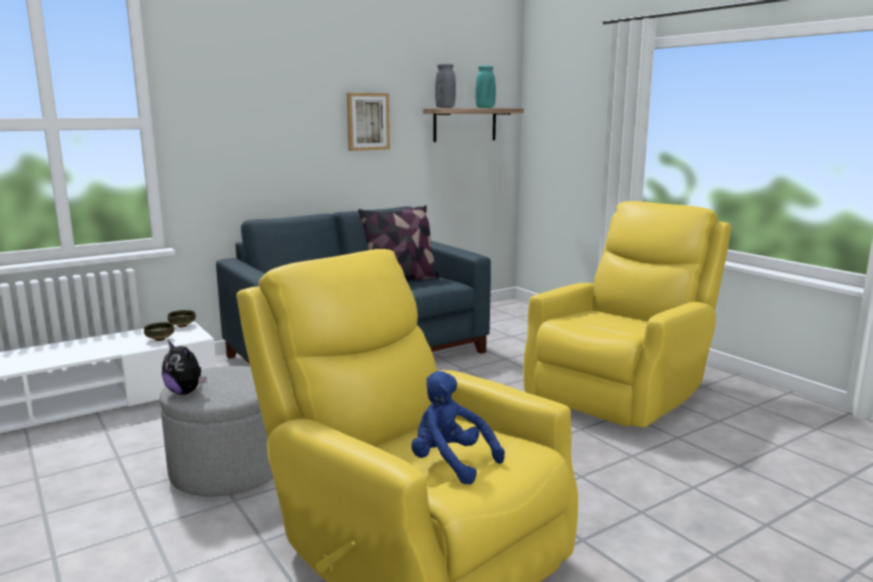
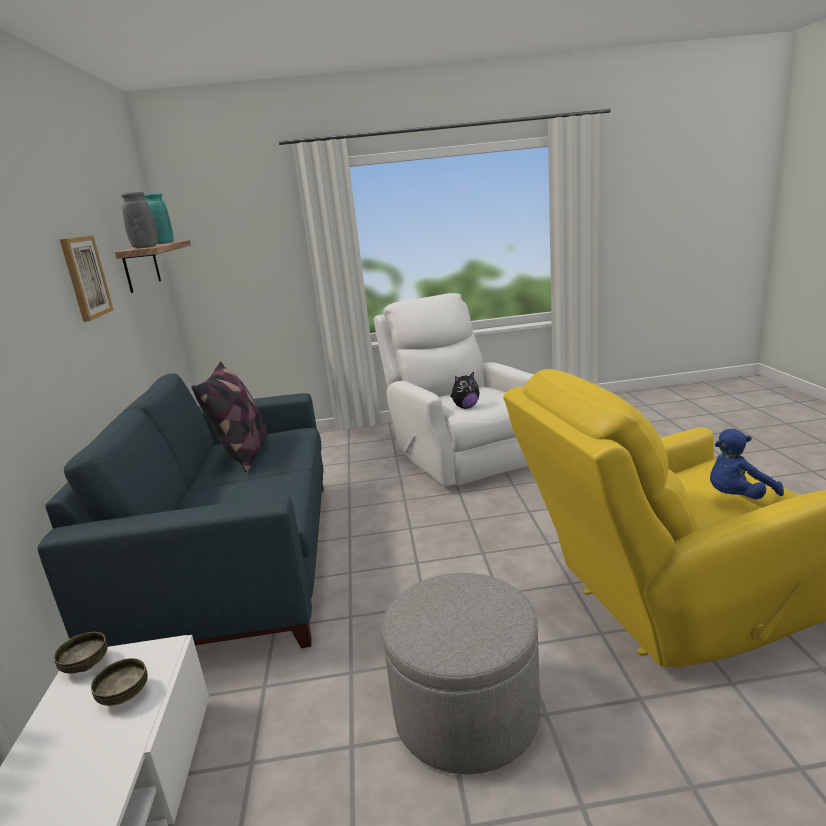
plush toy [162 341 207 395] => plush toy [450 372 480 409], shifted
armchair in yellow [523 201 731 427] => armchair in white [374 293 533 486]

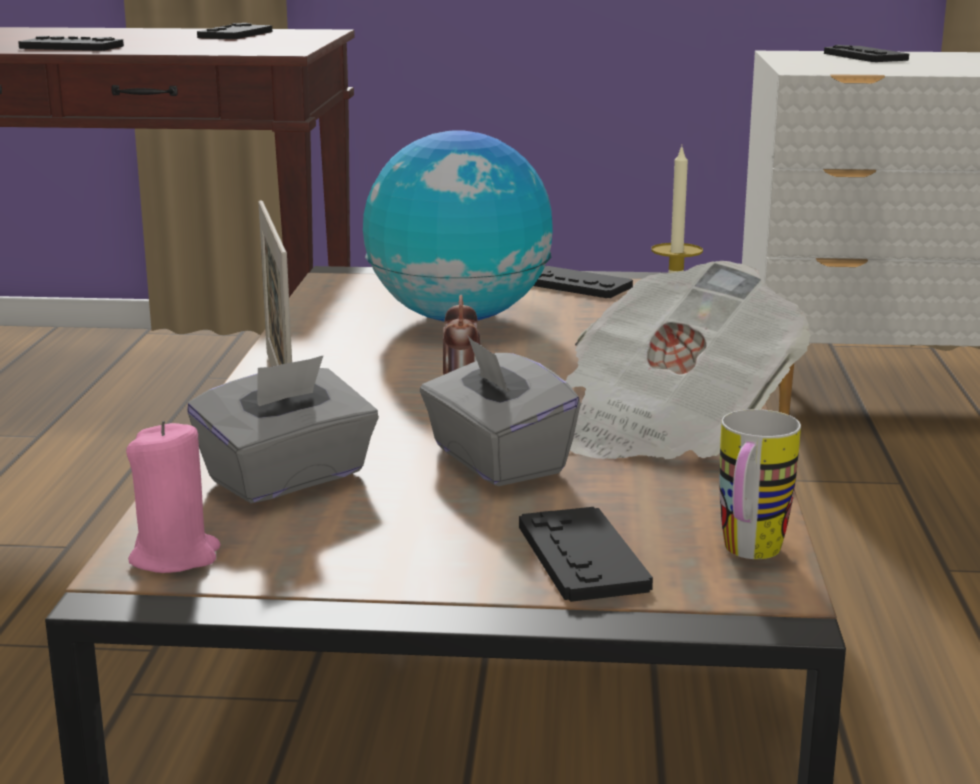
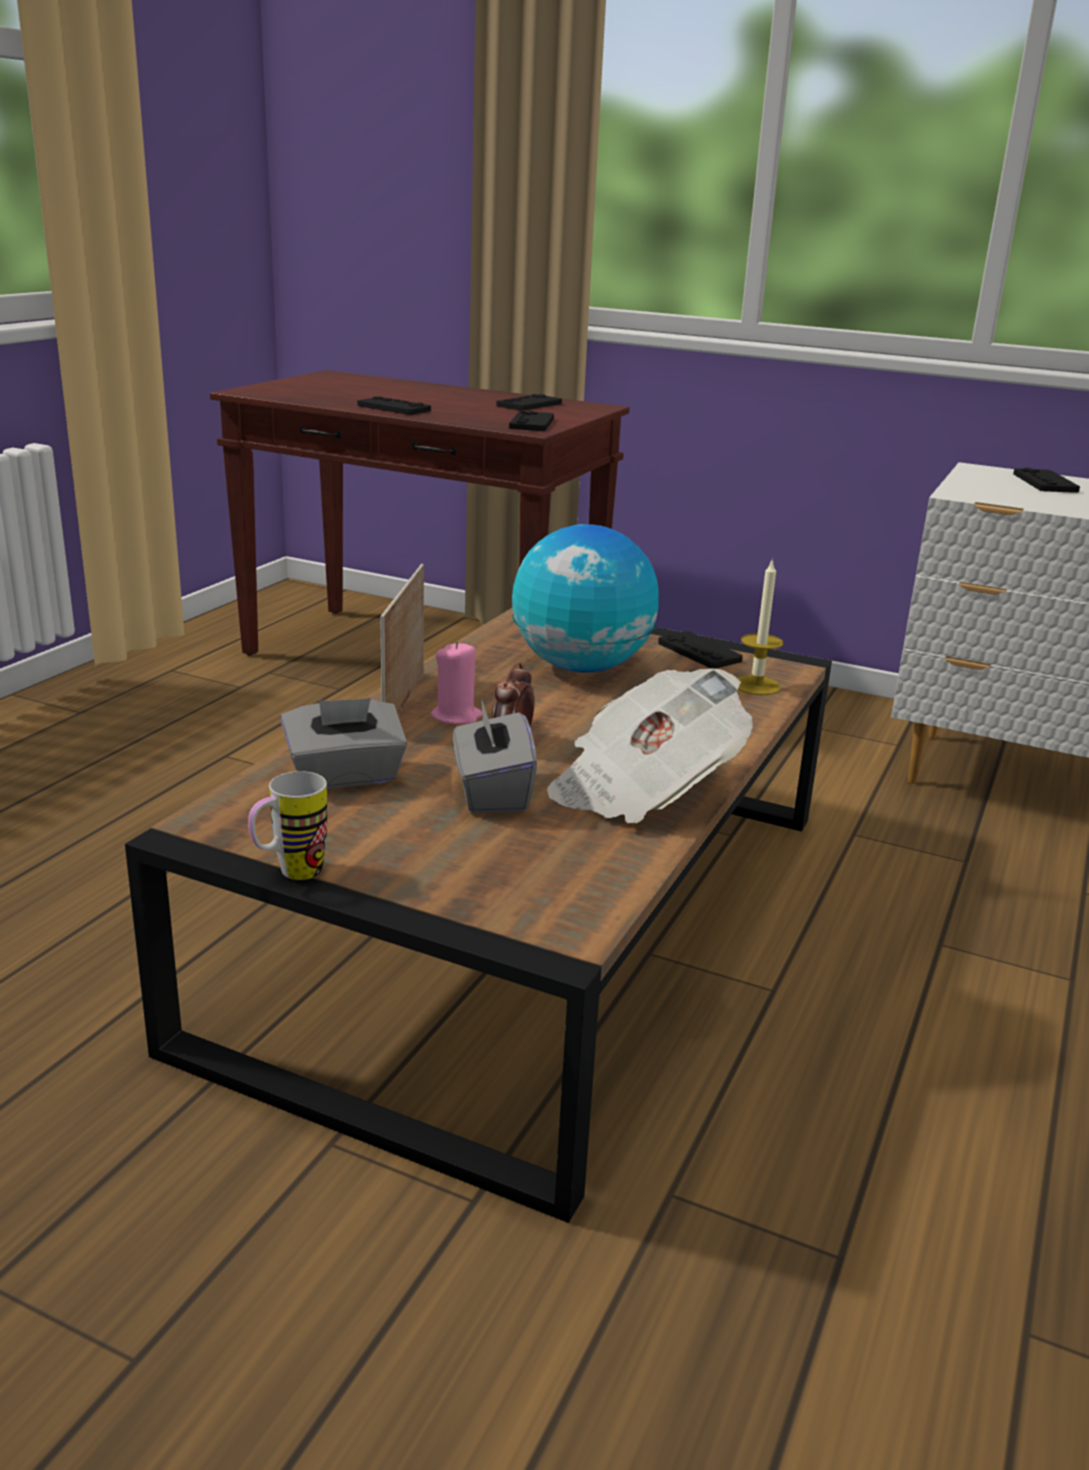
candle in pink [126 421 221 573] => candle in pink [431 641 482 724], shifted
game controller in black [519 507 653 602] => game controller in black [509 410 554 431], shifted
mug [719 409 801 559] => mug [248 771 327 880], shifted

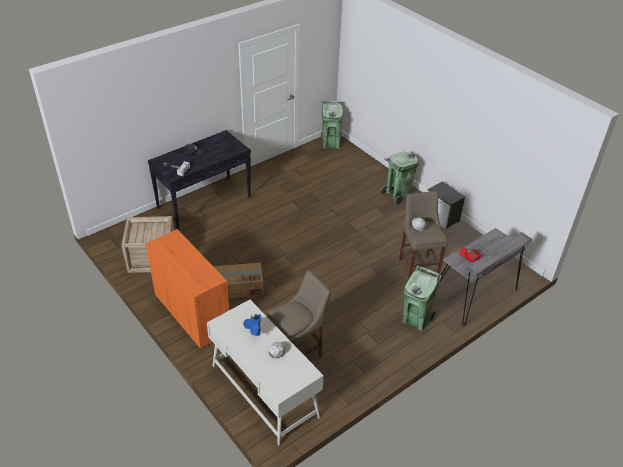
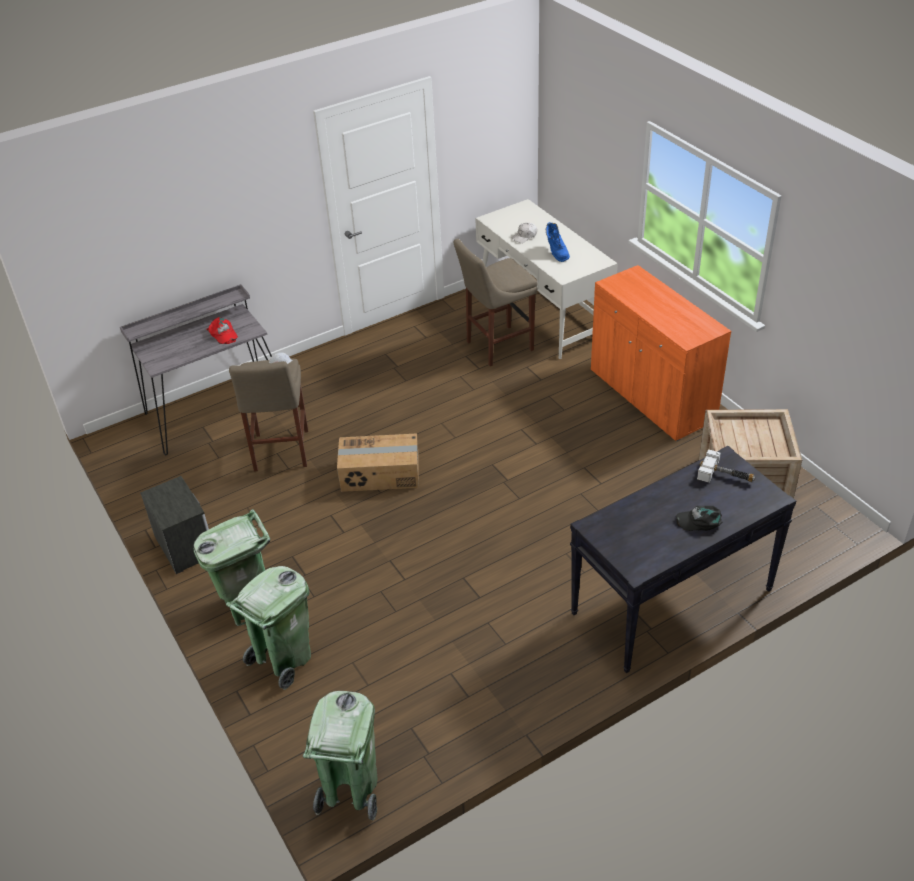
cardboard box [214 262 263 298] => cardboard box [337 433 419 492], shifted
trash can in green [402 266 442 331] => trash can in green [226 566 311 690], shifted

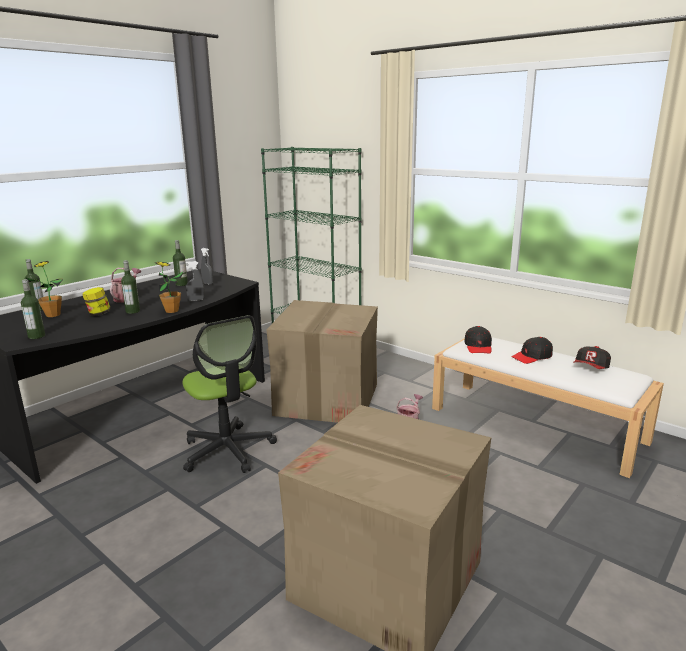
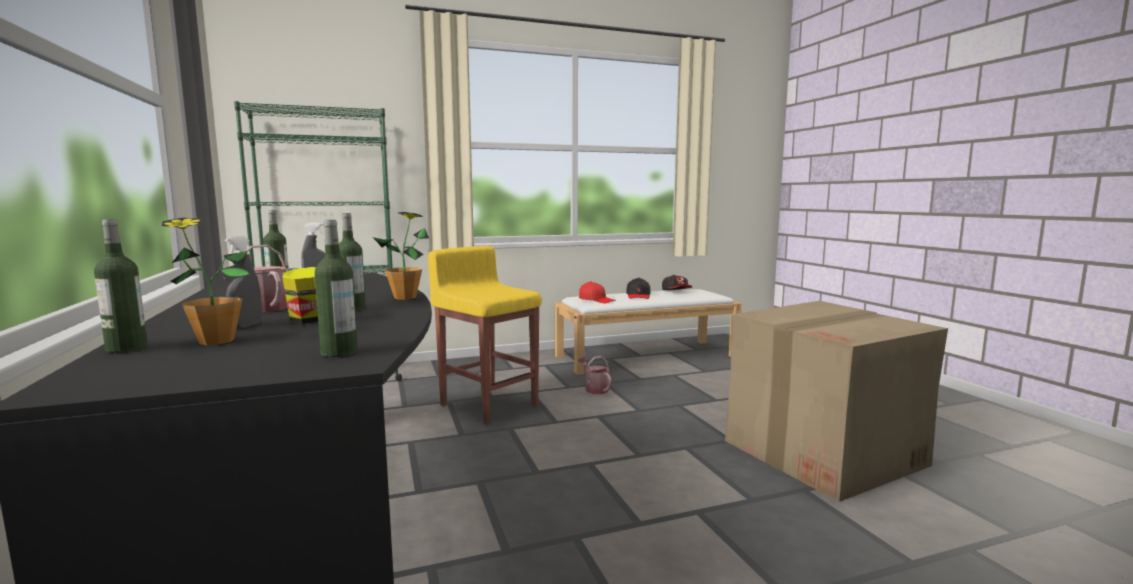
office chair [183 315 277 473] => nothing
spray bottle in grey [186 261 205 301] => spray bottle in grey [225 236 262 329], shifted
cardboard box [267 300 378 423] => stool in yellow [428 246 542 425]
cap in black [464 326 492 354] => cap in red [579 282 616 303]

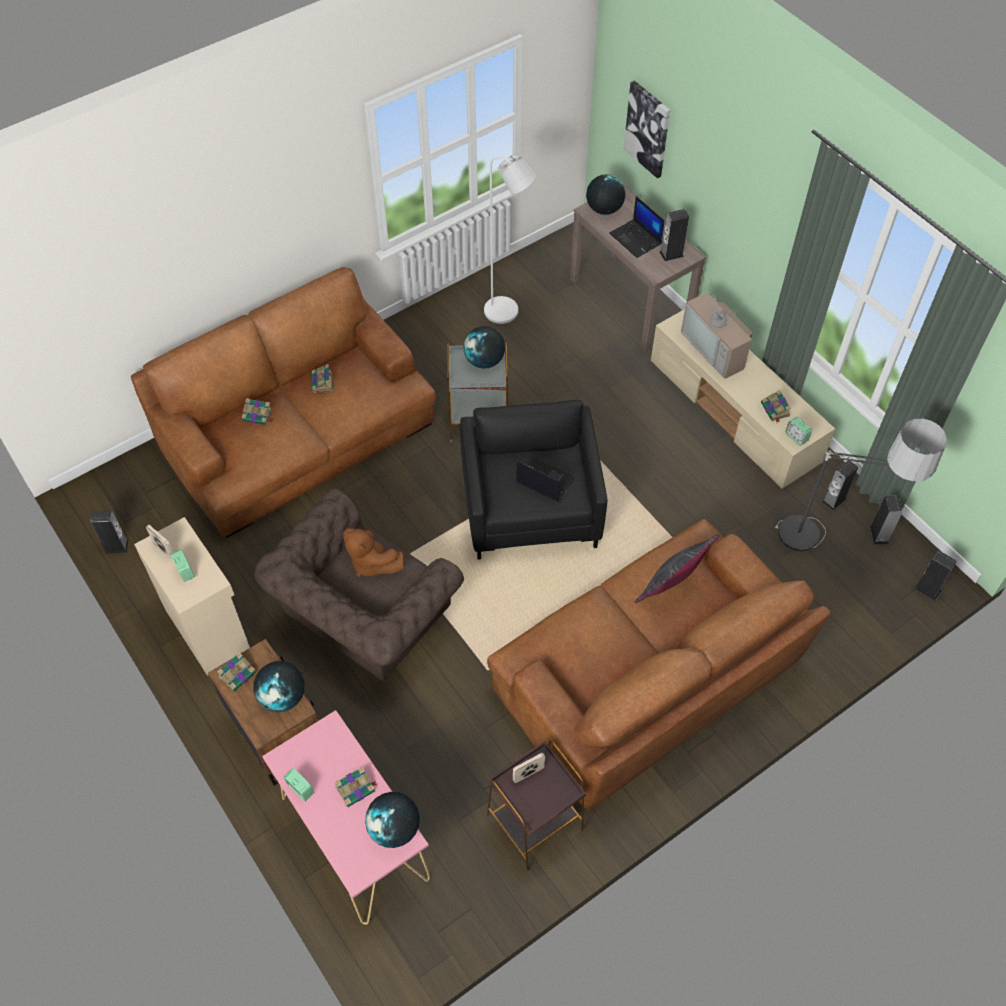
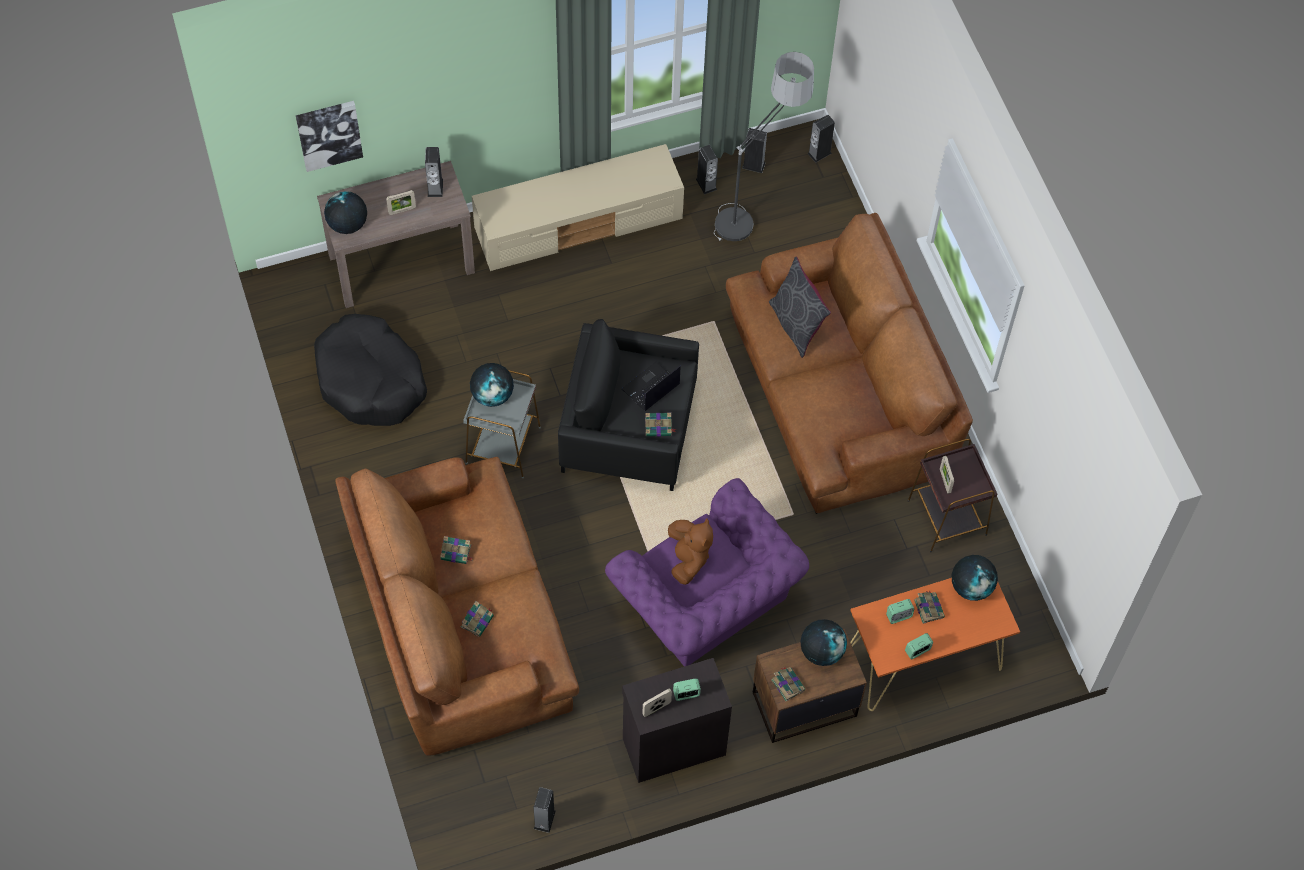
television [681 278 753 379] => nothing
book [761 390 791 423] => book [645 413 676 436], shifted
alarm clock [785 417 812 446] => alarm clock [886 599 914 624], shifted
floor lamp in white [484 153 536 324] => dog bed in black [314 314 427 426]
laptop [609 196 665 258] => picture frame [386 190 416 215]
cabinet in beige [134 517 250 676] => cabinet in black [622 658 732 783]
armchair in brown [254 489 464 681] => armchair in purple [605 478 809 667]
console table in pink [262 710 430 925] => console table in orange [850 578 1020 711]
plush toy in brown [343 528 404 577] => plush toy in brown [668 519 713 585], 60 degrees counterclockwise

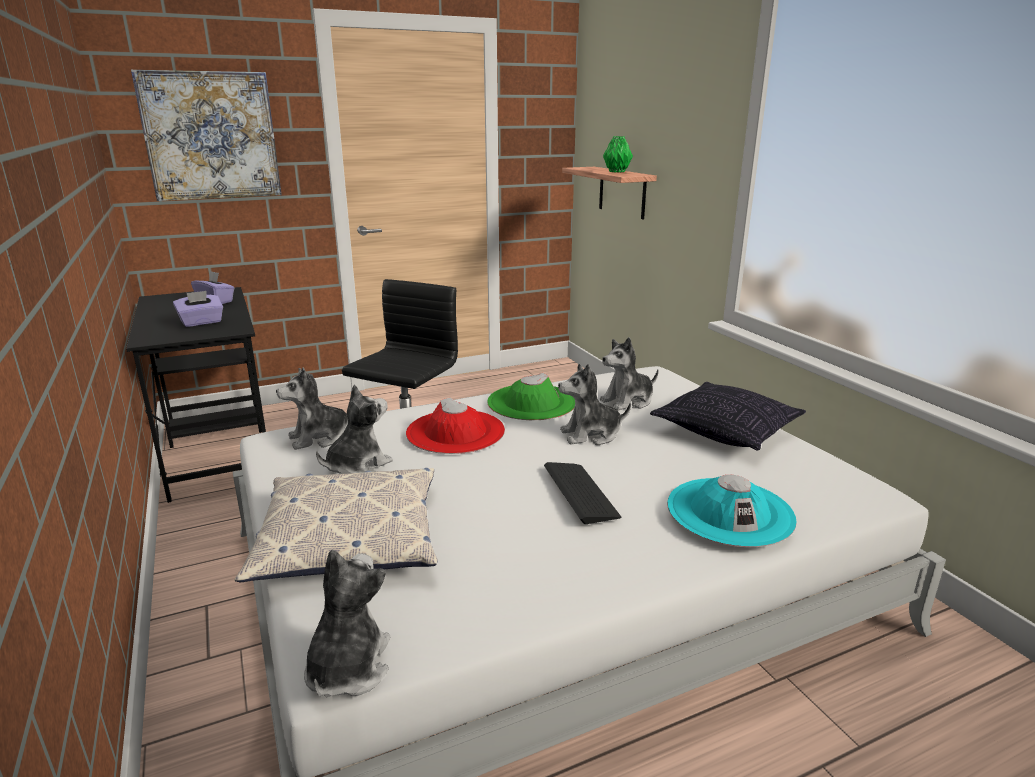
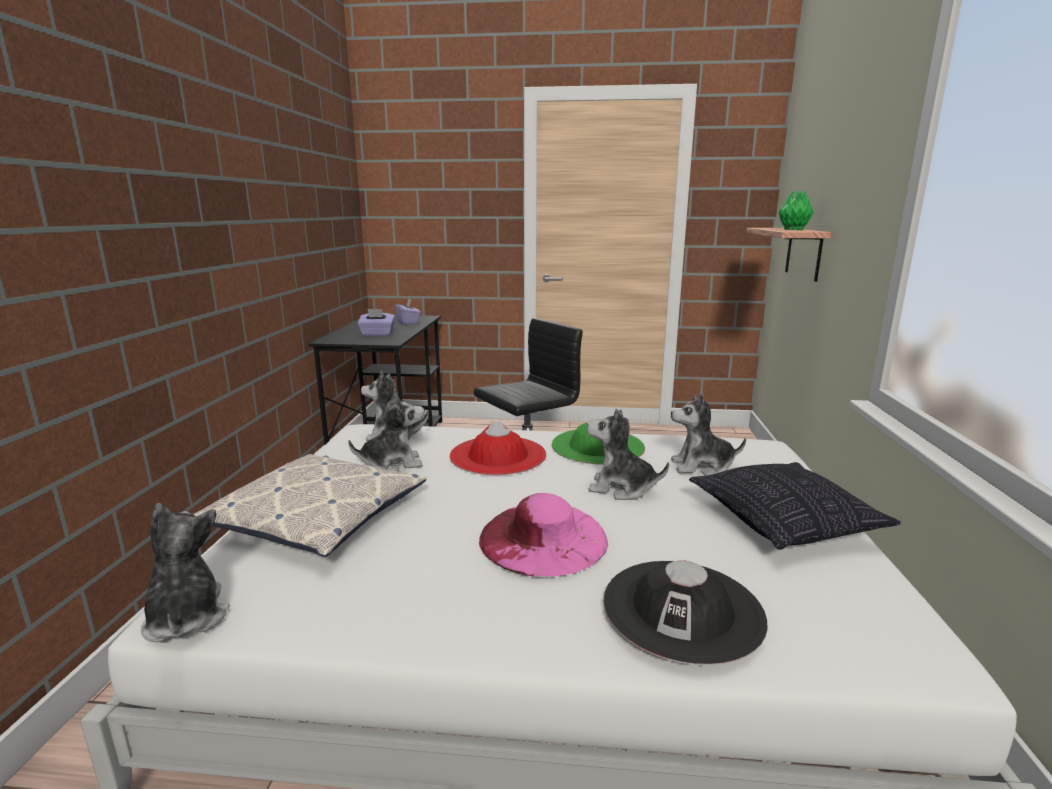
picture [131 69 282 201] => nothing
keyboard [544 462 621 524] => hat in pink [479 493 608 577]
hat in turquoise [667 475 796 547] => hat in black [604 560 768 665]
plush toy [304 550 390 697] => plush toy [141 503 230 643], 60 degrees counterclockwise

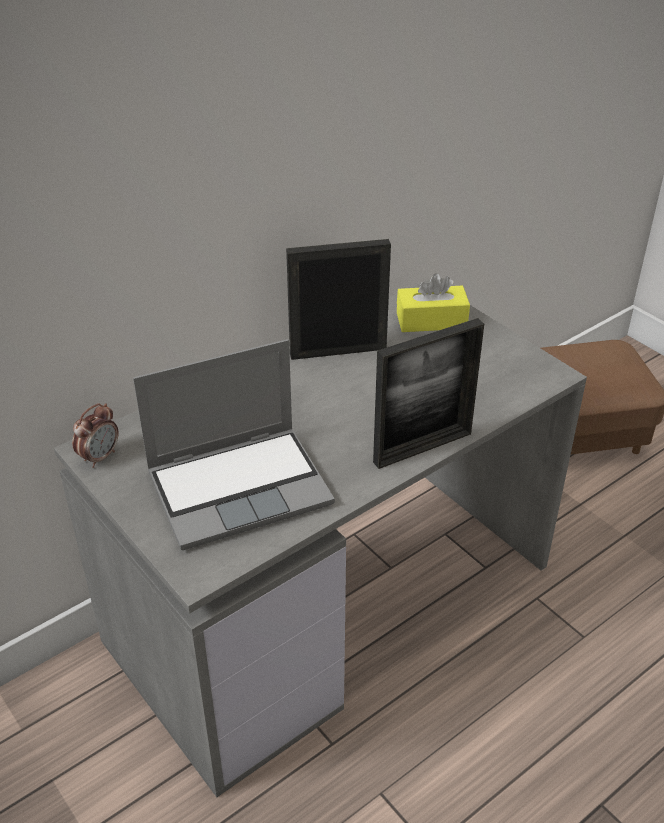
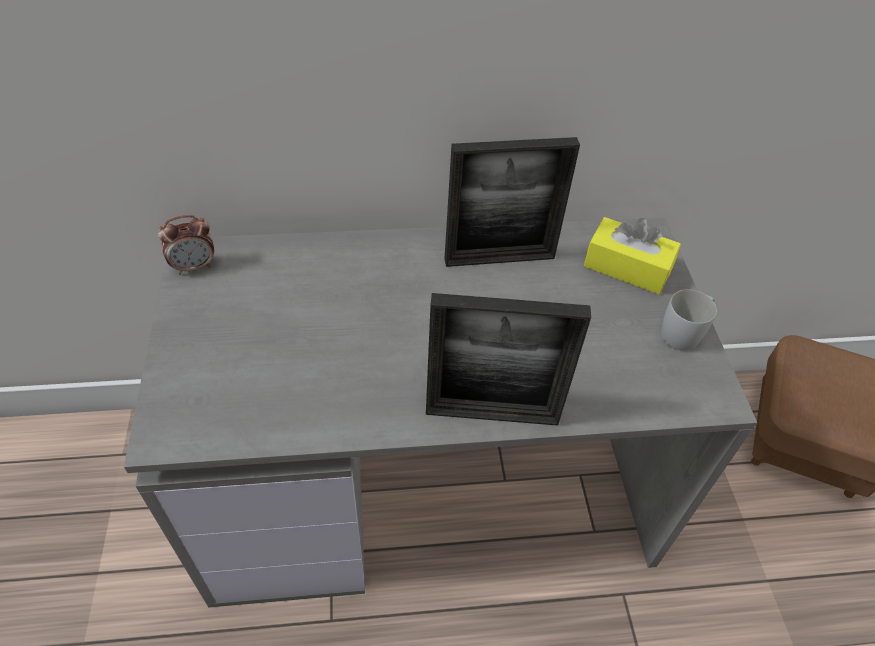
laptop [133 339 335 550] => nothing
nothing => mug in white [661 289 717 351]
picture frame [286 239 391 360] => picture frame [444 137 580 267], 150 degrees clockwise

